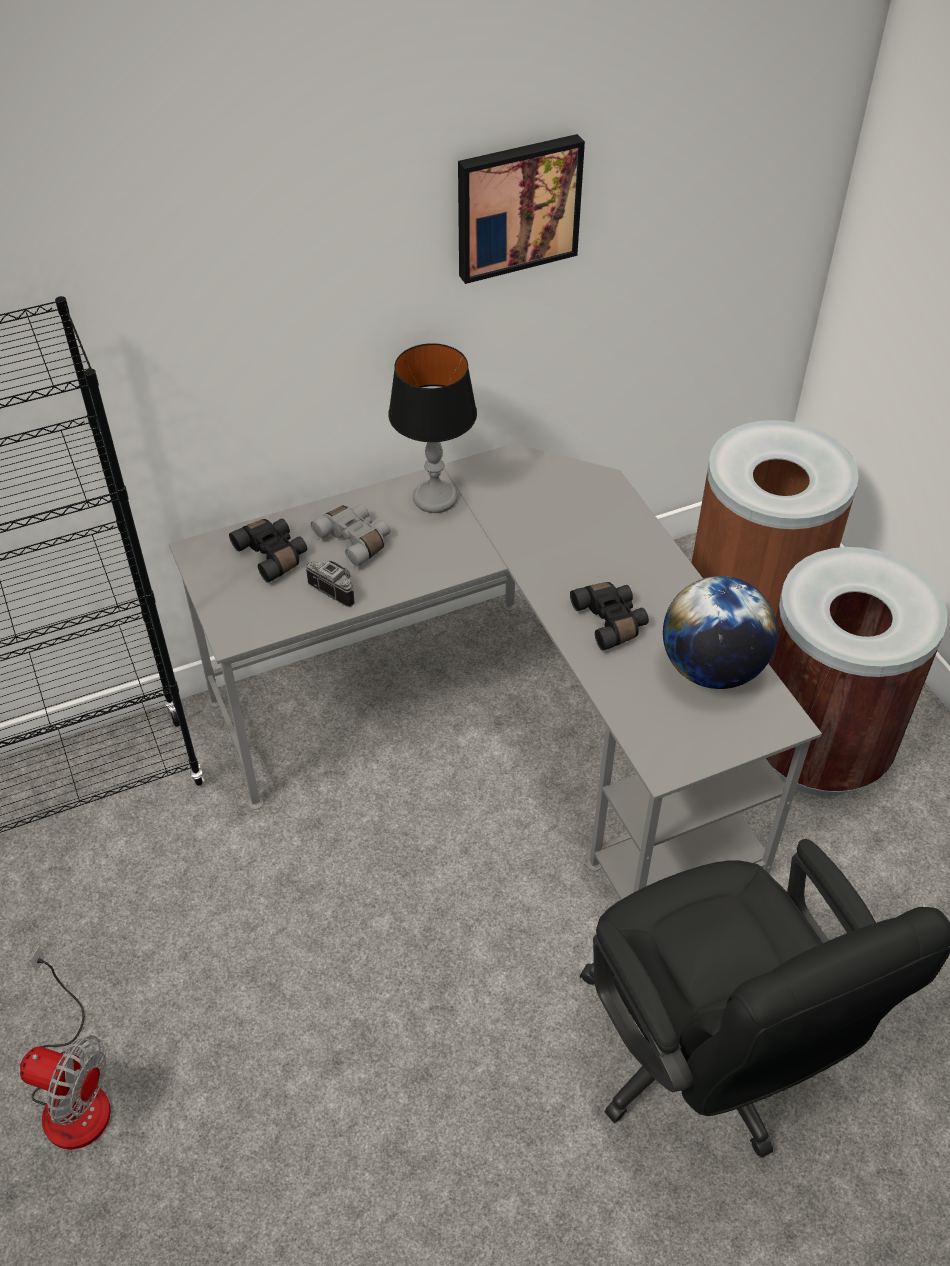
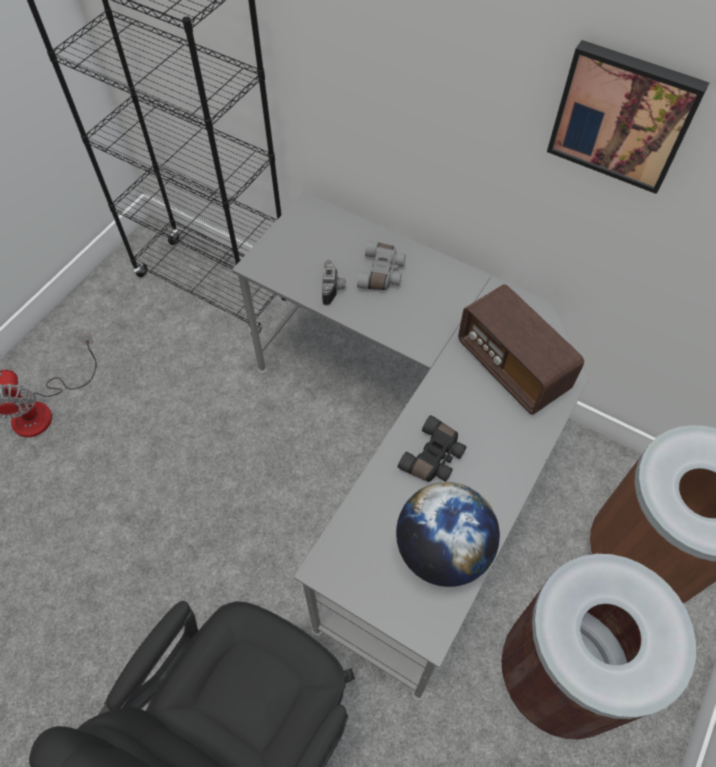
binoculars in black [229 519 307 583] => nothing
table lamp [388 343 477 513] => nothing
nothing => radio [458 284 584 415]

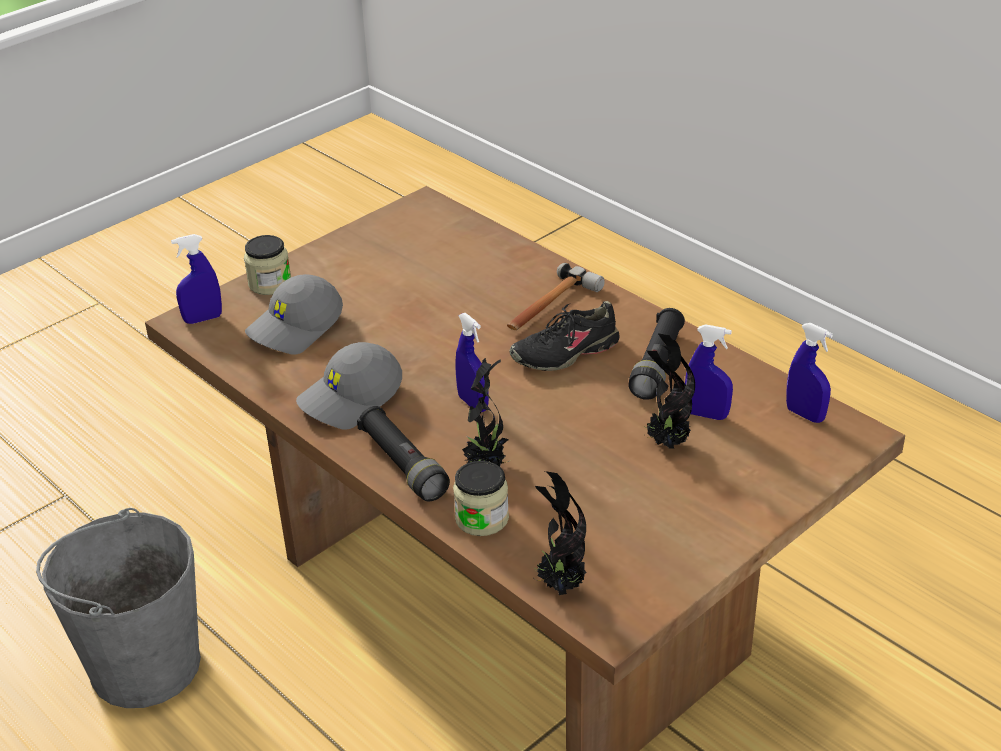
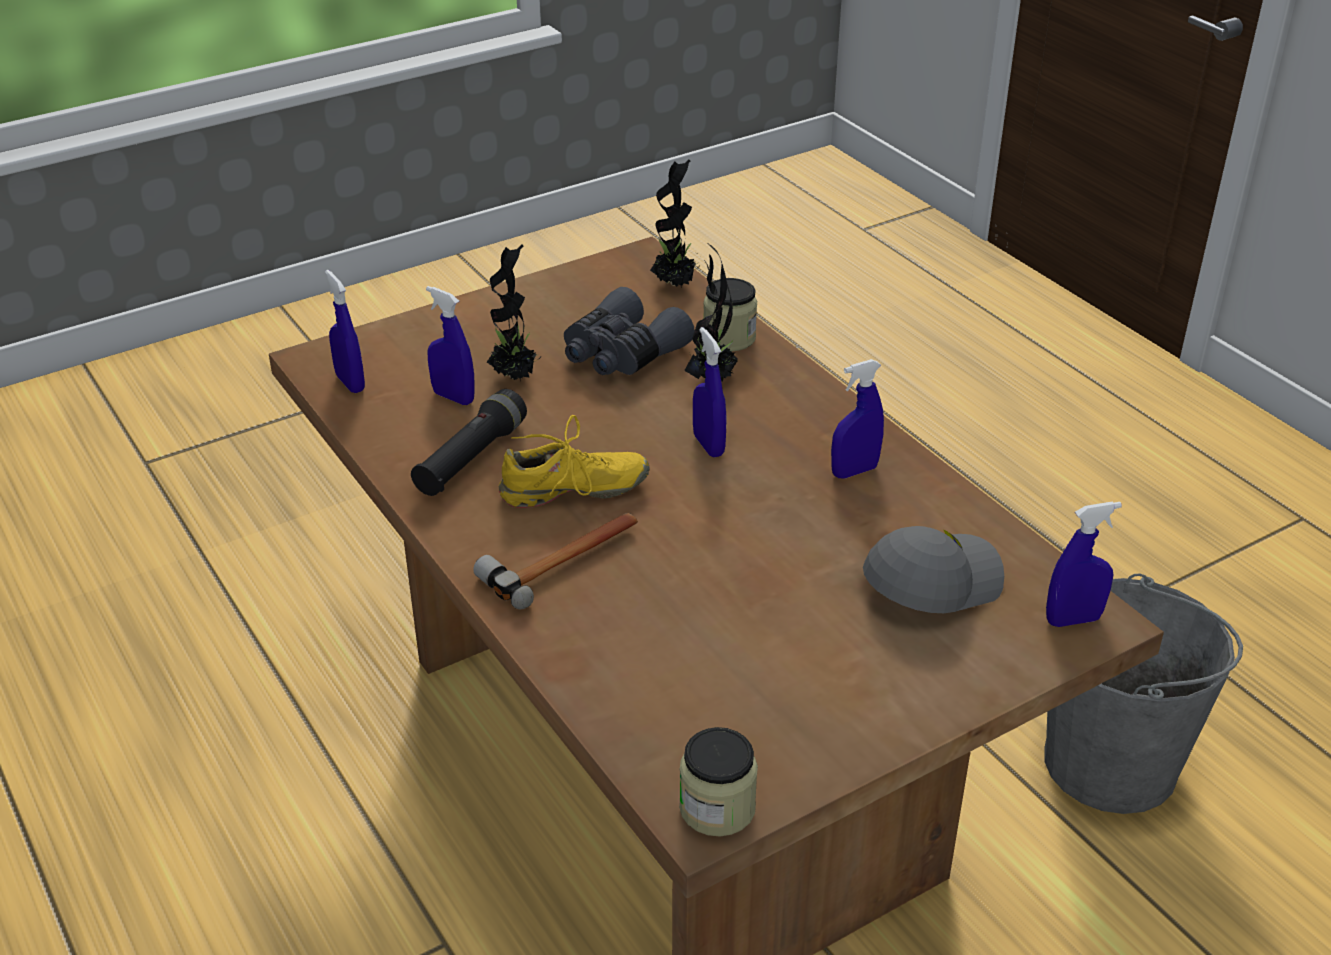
flashlight in black [357 406 450 501] => nothing
nothing => binoculars in grey [564 287 695 375]
jar [244 235 291 295] => jar [679 727 758 836], shifted
cap in grey [296 342 402 430] => spray bottle in blue [831 359 884 478]
shoe in black [509 301 620 371] => shoe in yellow [498 415 650 508]

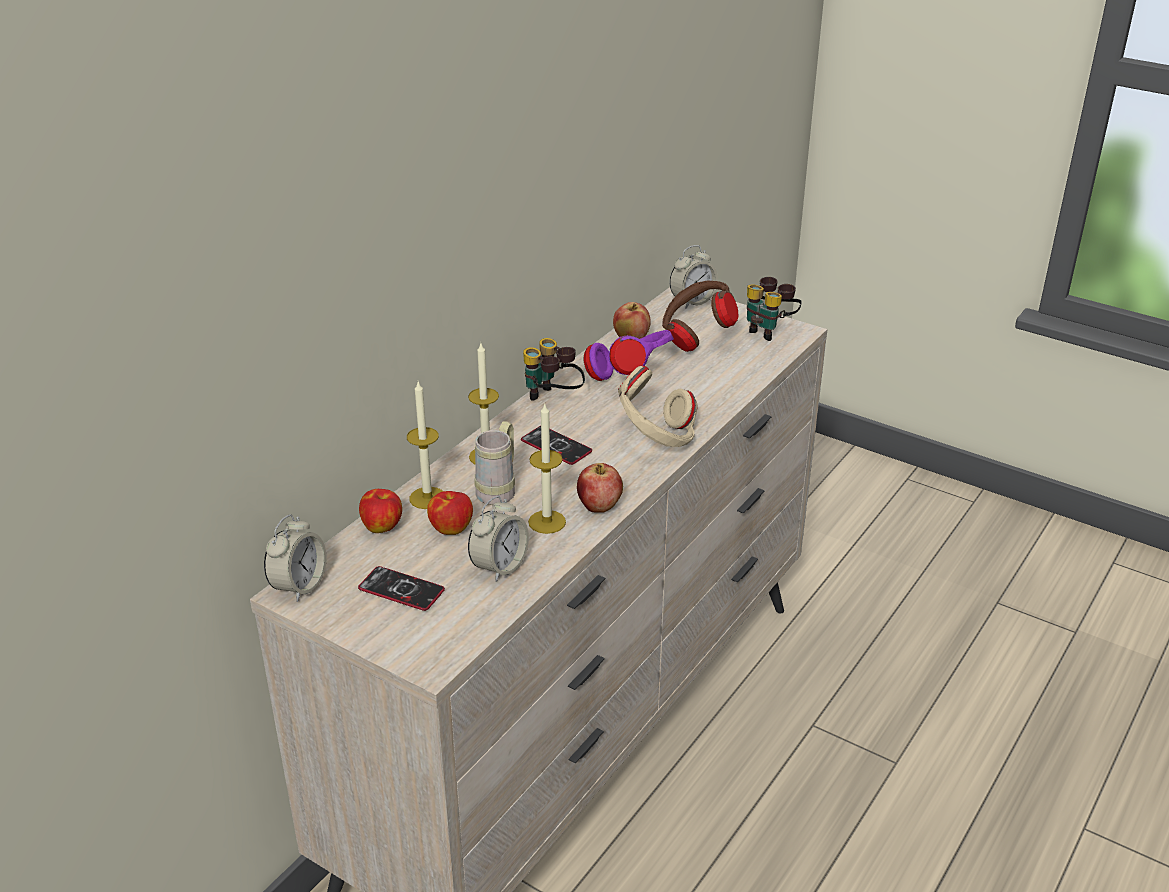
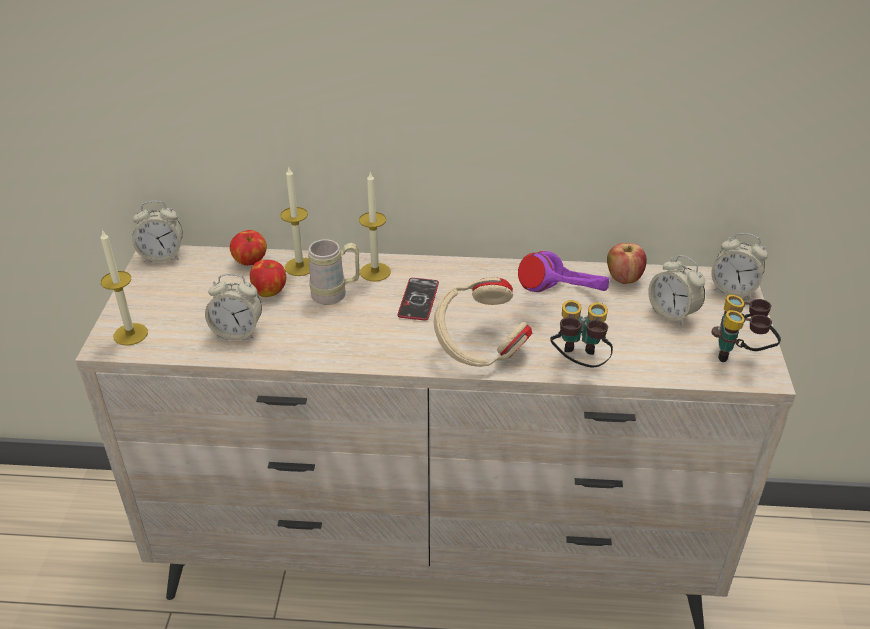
phone [358 566 445 611] => nothing
apple [577 463 623 513] => nothing
binoculars [523 338 585 401] => binoculars [550 300 613 367], shifted
candle [528 404 566 534] => candle [101 229 148 346], shifted
headphones in brown [662 280 738 352] => alarm clock [648 255 705 326]

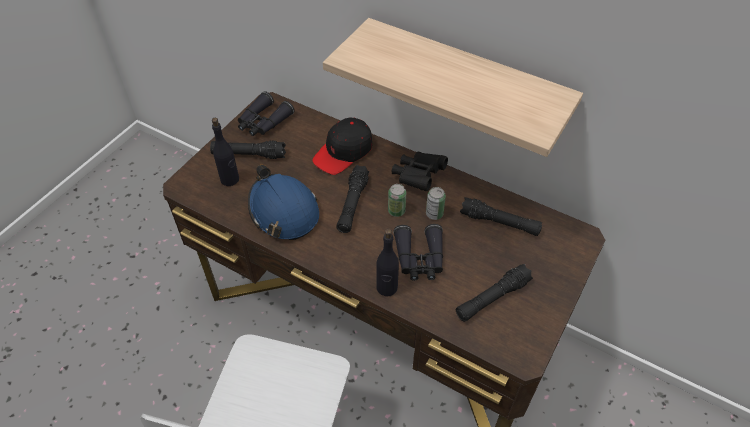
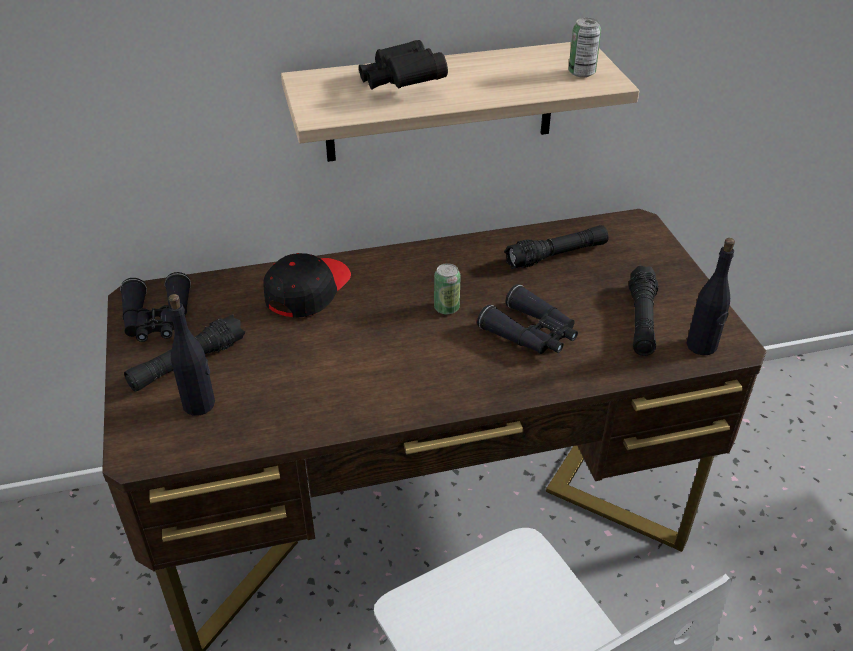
hard hat in blue [248 165 319 240] => nothing
flashlight in black [337 165 369 233] => nothing
bottle in black [376 229 399 296] => bottle in black [687 238 735 355], shifted
binoculars in black [392 152 448 191] => binoculars in black [359 40 448 89], shifted
can [426 187 446 220] => can [568 18 601 78], shifted
cap in black [312 118 372 175] => cap in black [263 253 351 318], 150 degrees counterclockwise

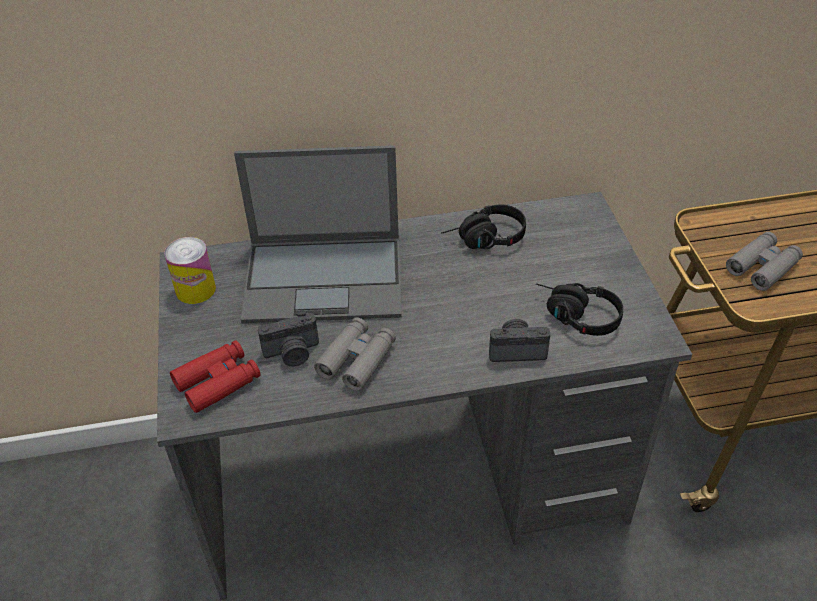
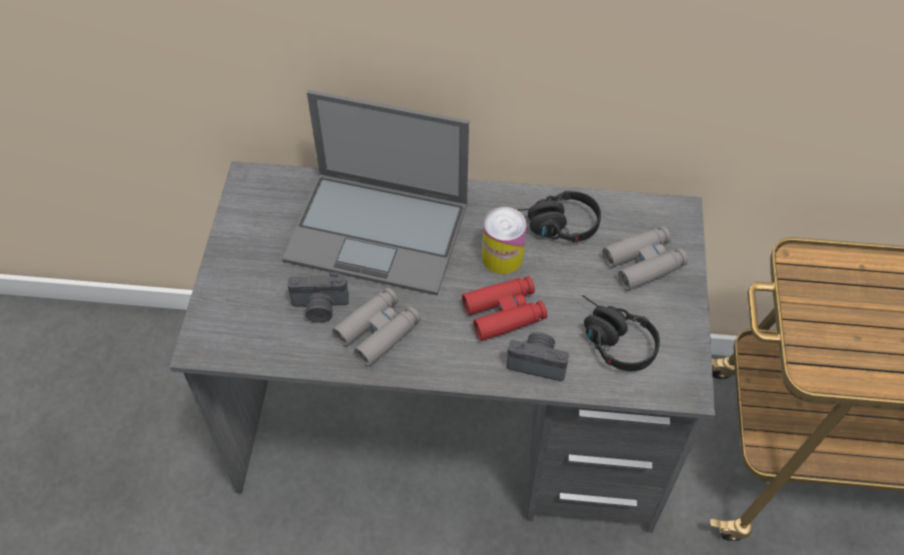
can [164 237 216 304] => can [482 207 527 274], shifted
binoculars in red [170 340 261 413] => binoculars in red [462 276 547 341], shifted
binoculars in grey [726 232 803 291] => binoculars in grey [603 226 688 291], shifted

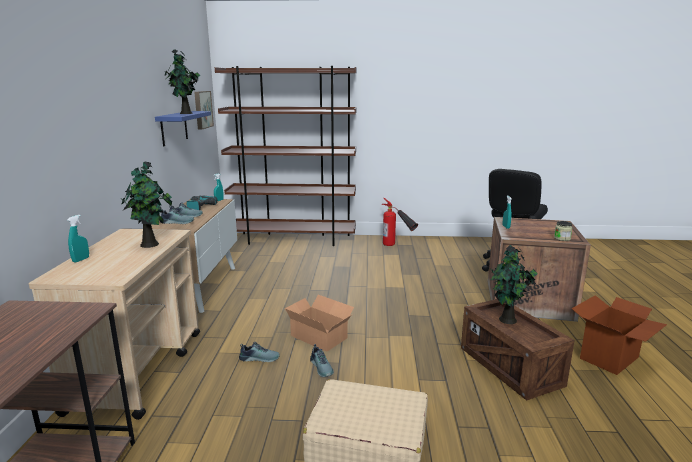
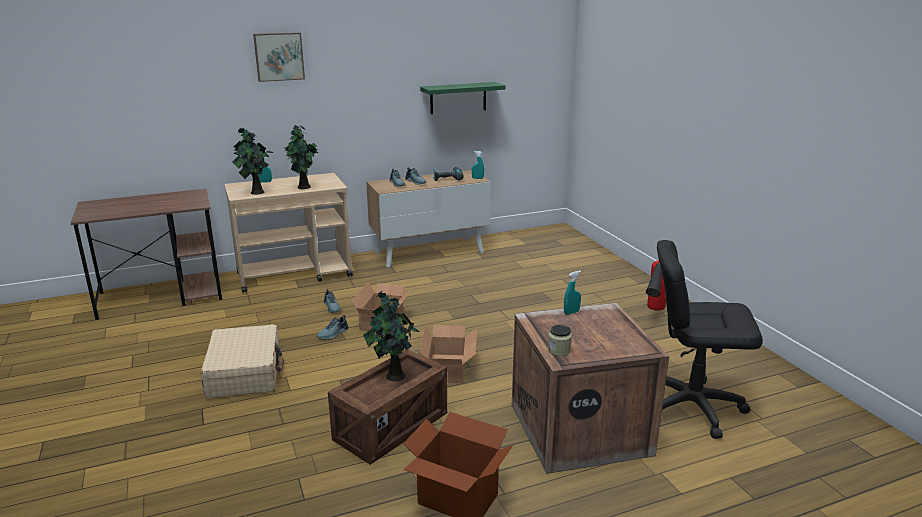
bookcase in brown [215 66 357 246] => nothing
nothing => cardboard box [420 324 477 383]
potted plant [164 49 201 114] => potted plant [232 127 273 195], shifted
picture [194 91 214 129] => picture [253 32 305 82], shifted
shelf in blue [155 111 211 146] => shelf in green [420 82 505 114]

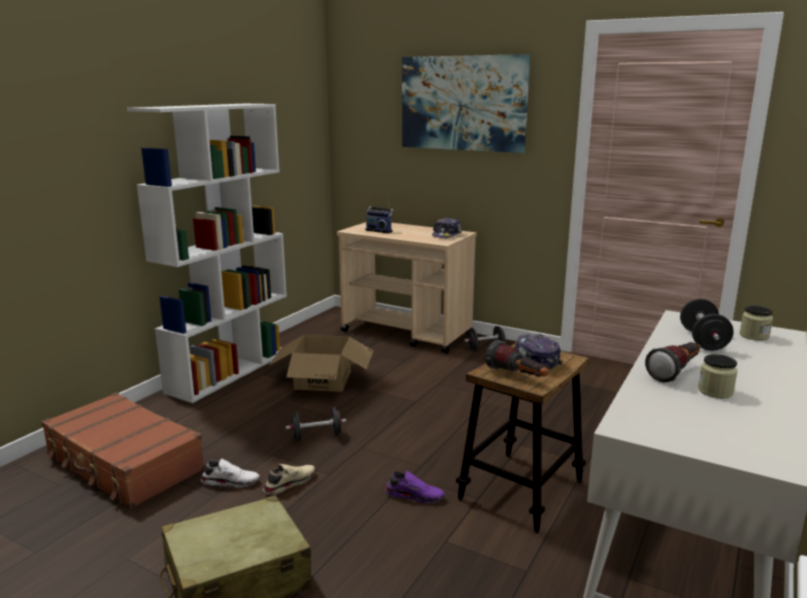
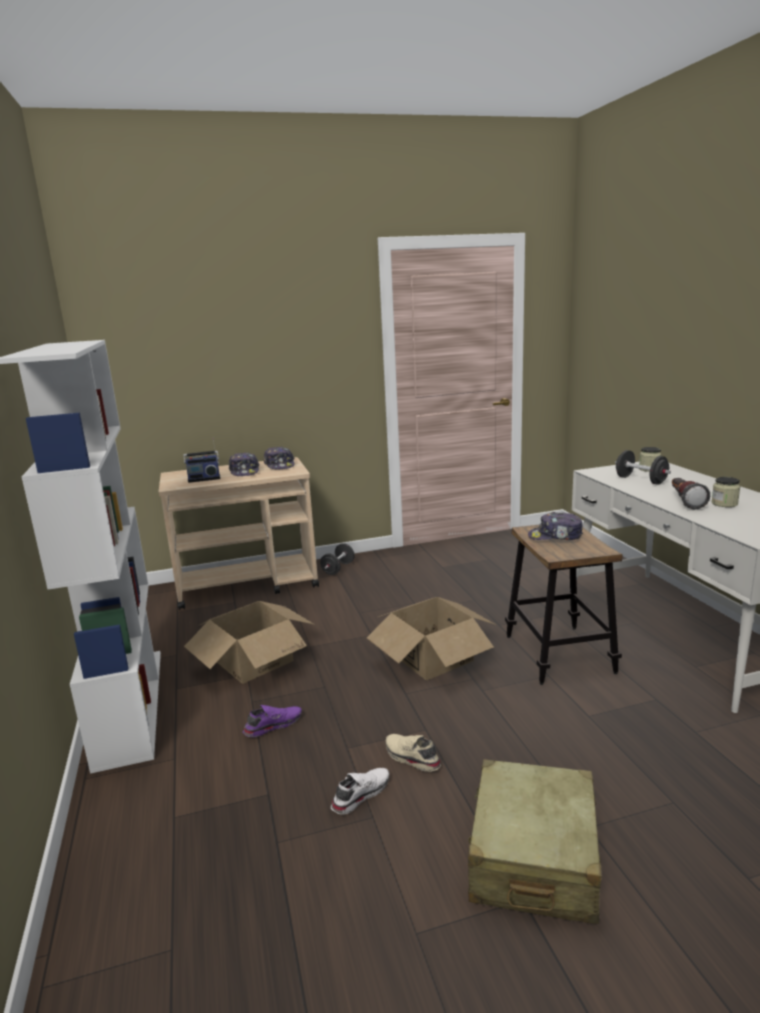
suitcase in brown [41 393 205 509] => nothing
dumbbell in black [286 407 346 441] => nothing
picture [402 54 530 153] => nothing
flashlight [485 340 549 377] => nothing
nothing => cap [229 452 260 476]
nothing => cardboard box [367 597 496 680]
shoe in purple [385 471 445 504] => shoe in purple [243 705 302 737], shifted
shoe in beige [263 464 315 495] => shoe in beige [386 734 441 772], 45 degrees counterclockwise

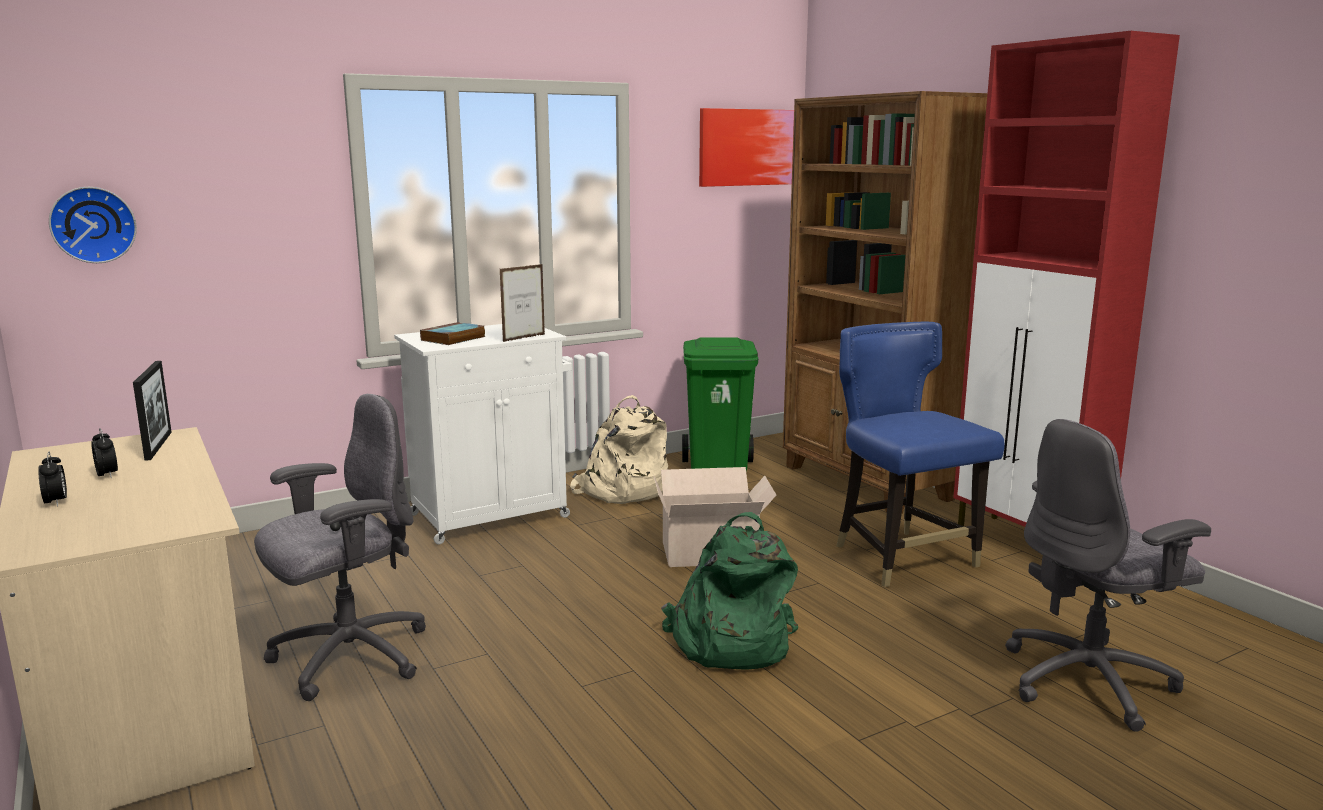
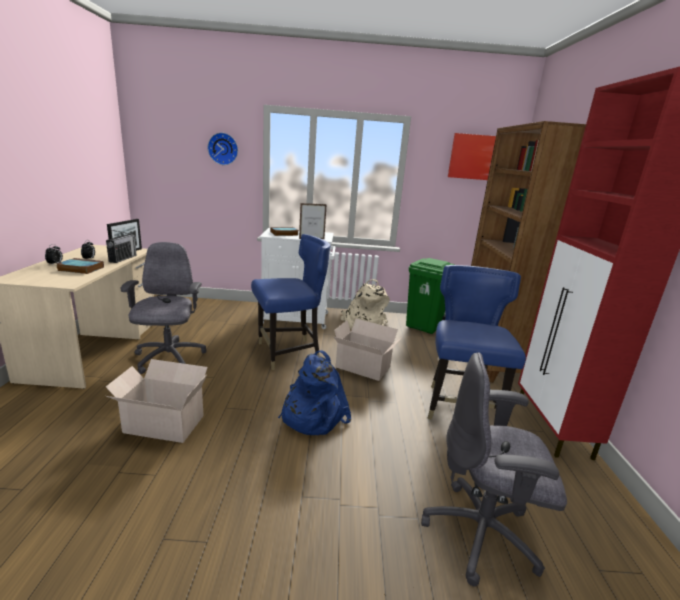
nothing => book [57 258 104 274]
nothing => radio [106 230 137 263]
nothing => cardboard box [106 359 207 443]
nothing => chair in blue [251 234 330 370]
wall clock [49 187 137 263] => wall clock [207 133 238 165], shifted
backpack in green [661 512 798 670] => backpack in blue [278 350 351 435]
office chair in grey [254 394 426 701] => office chair in grey [120 242 206 374], 90 degrees counterclockwise

